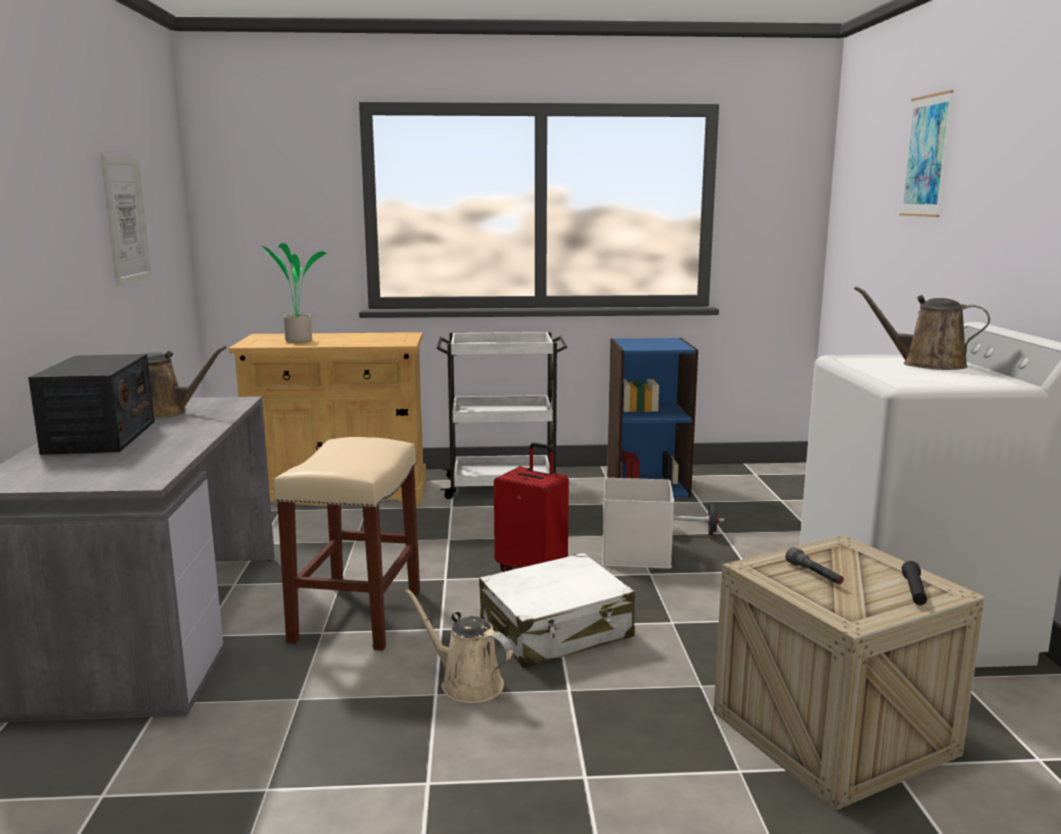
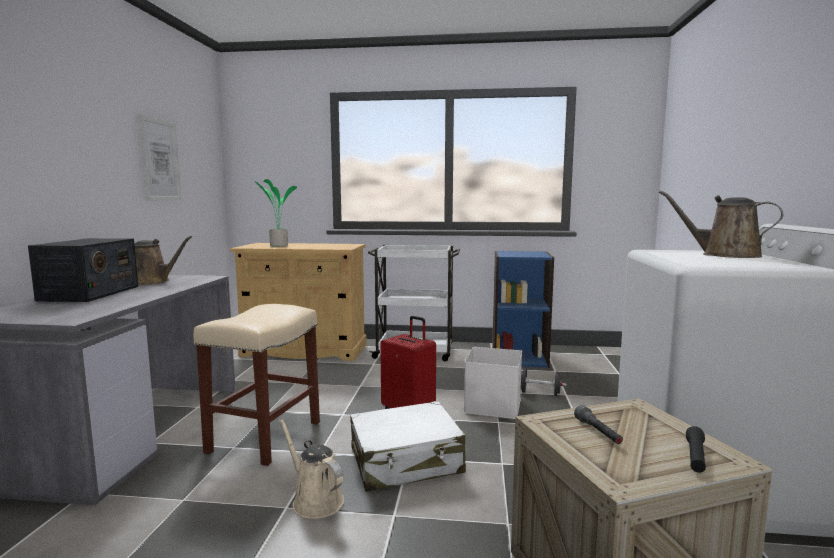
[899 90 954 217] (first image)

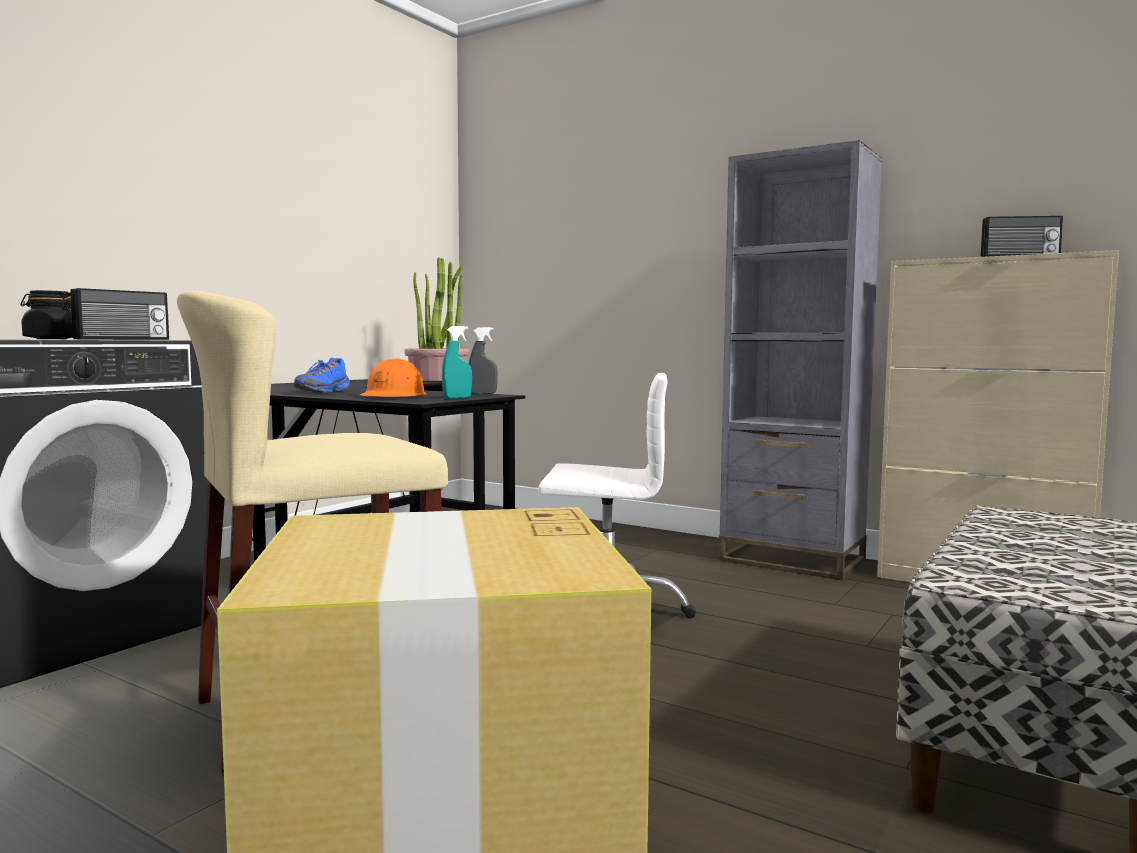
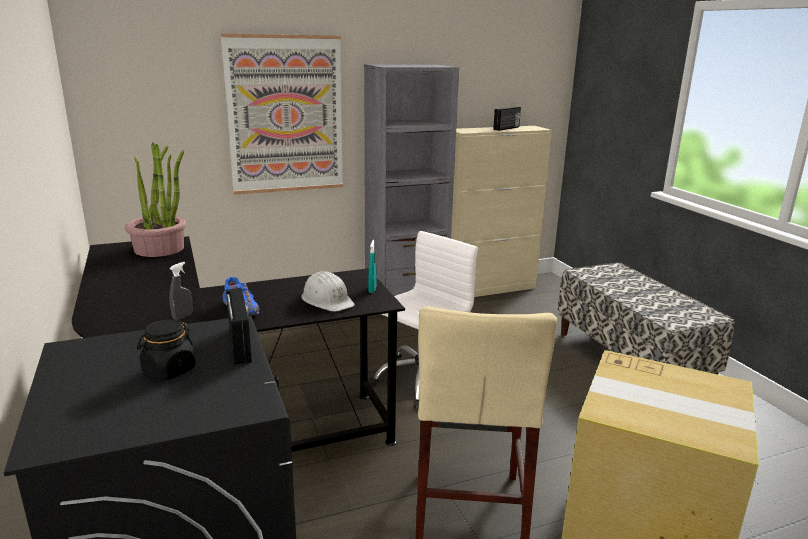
[301 272 355 312]
[169 262 193 320]
[221 34 343 195]

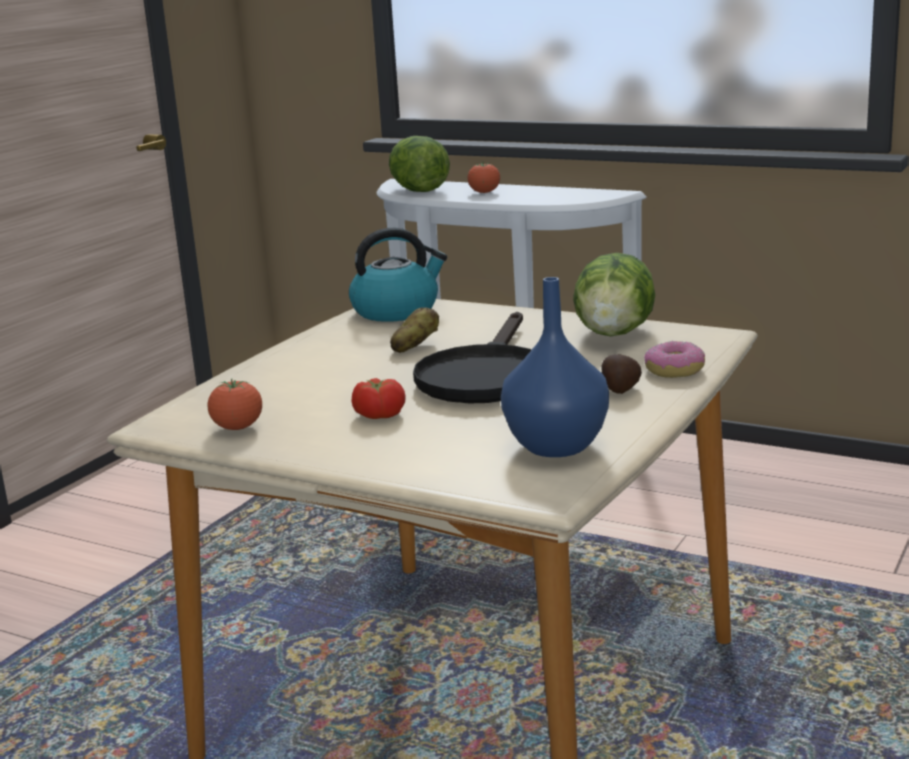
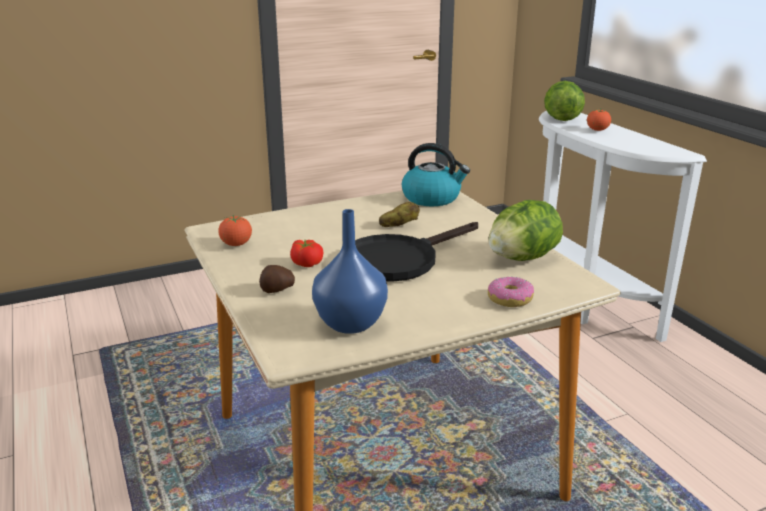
[259 265 295 293]

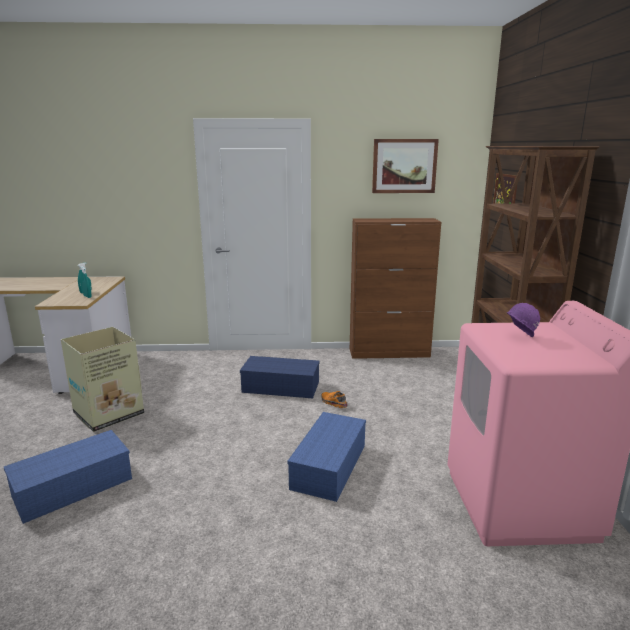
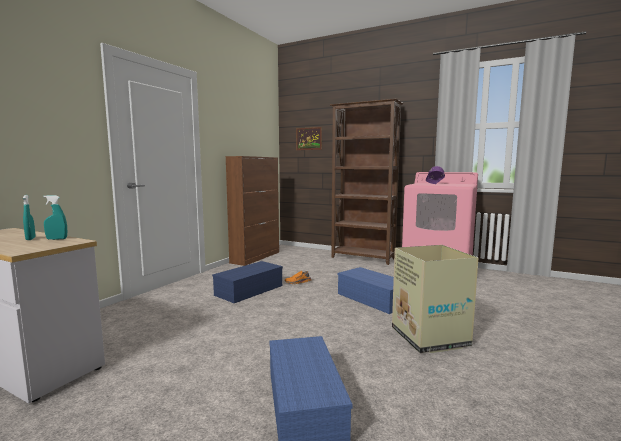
[392 245 479 353]
[372 139 439 193] (first image)

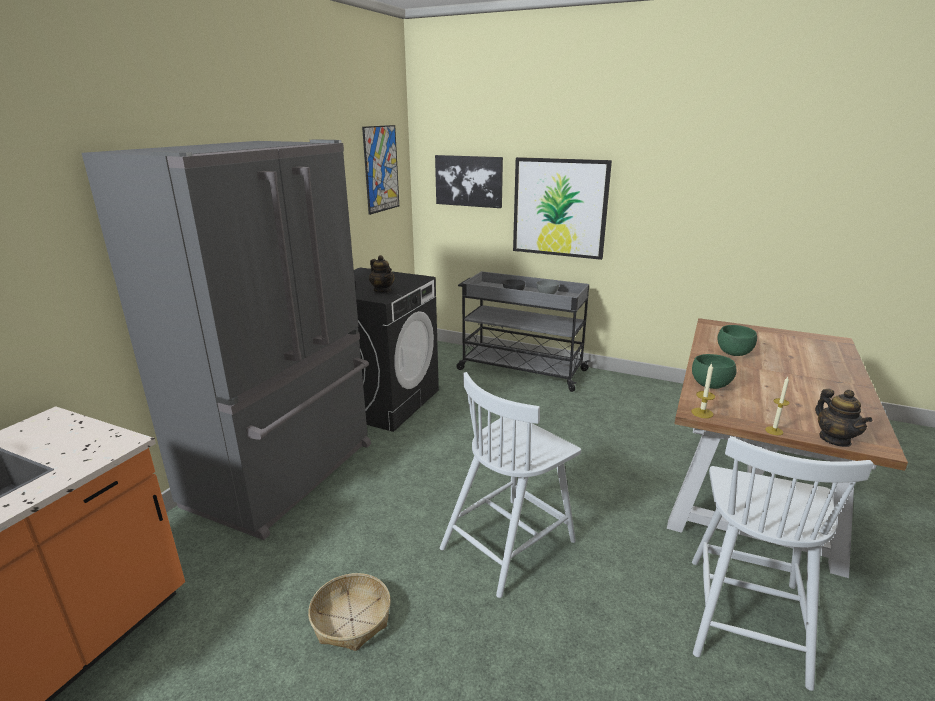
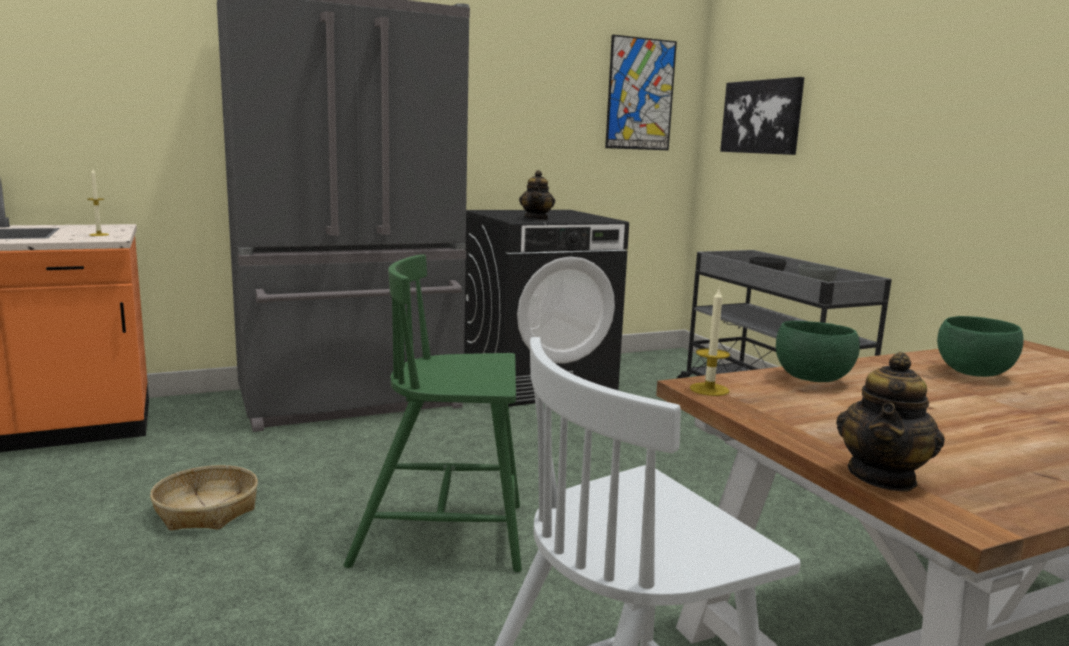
[344 254 522 572]
[513 157 612 260] (first image)
[87 169 109 236]

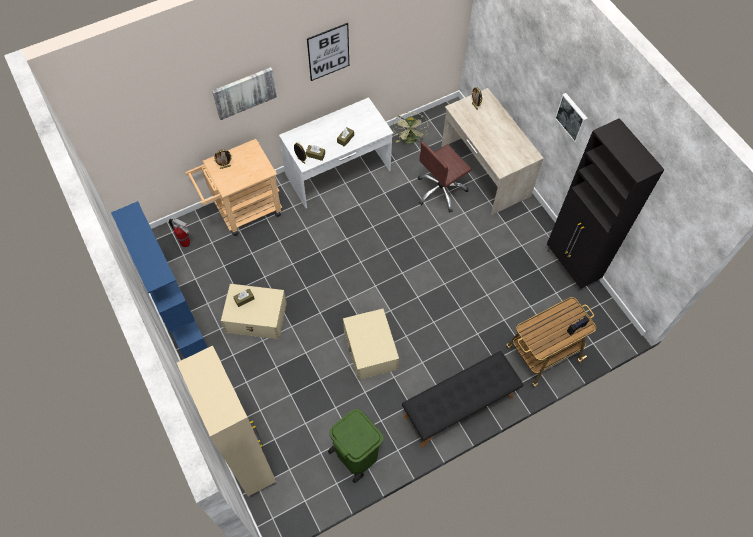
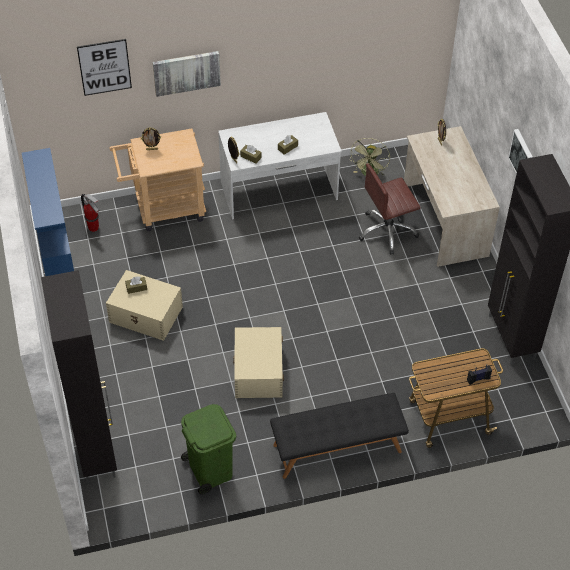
[41 270 117 483]
[77 39 132 96]

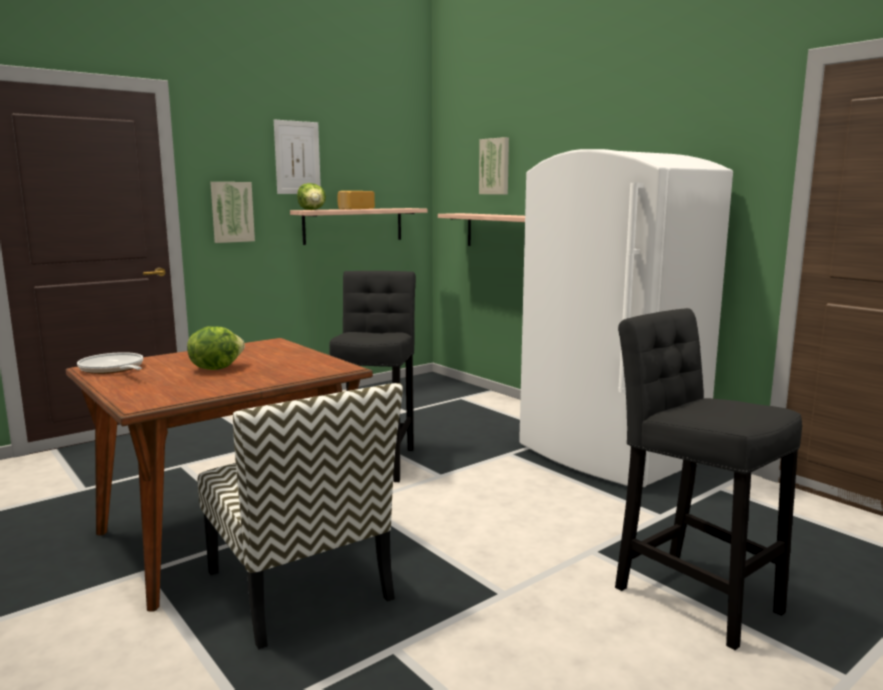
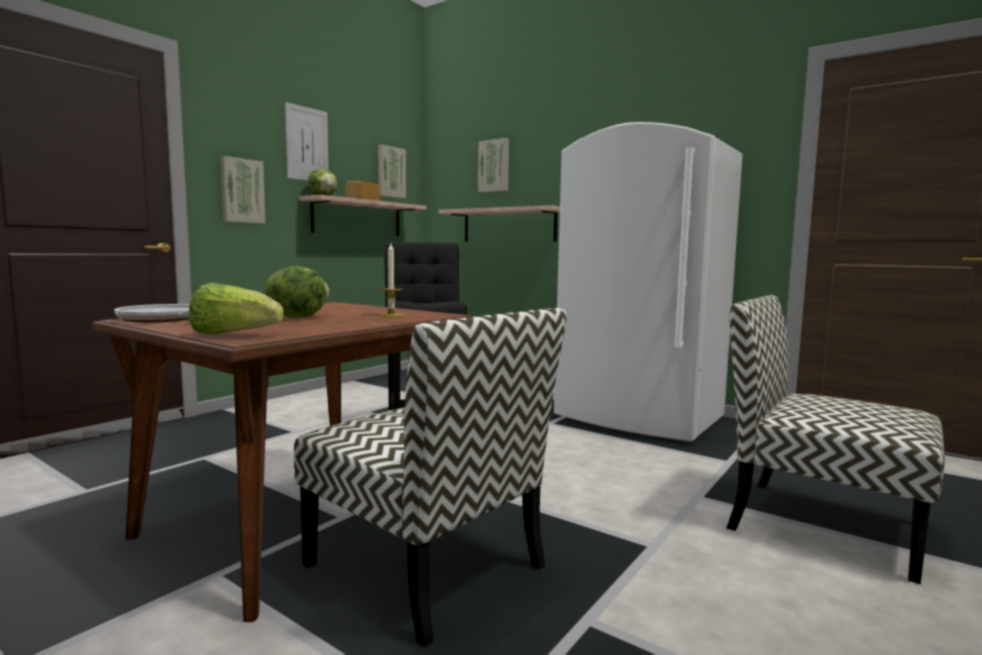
[726 295 945 584]
[189 283 284 335]
[378 144 406 199]
[378 244 405 317]

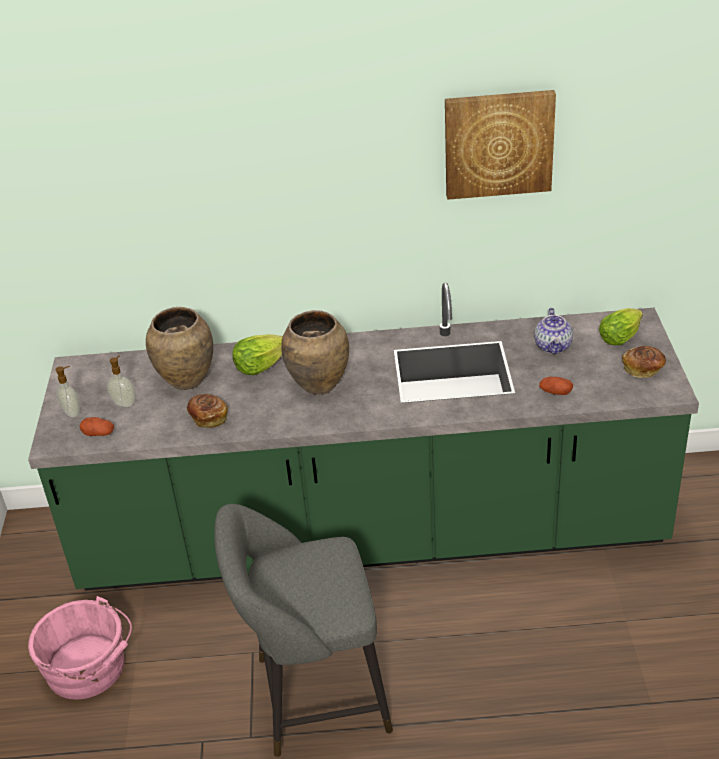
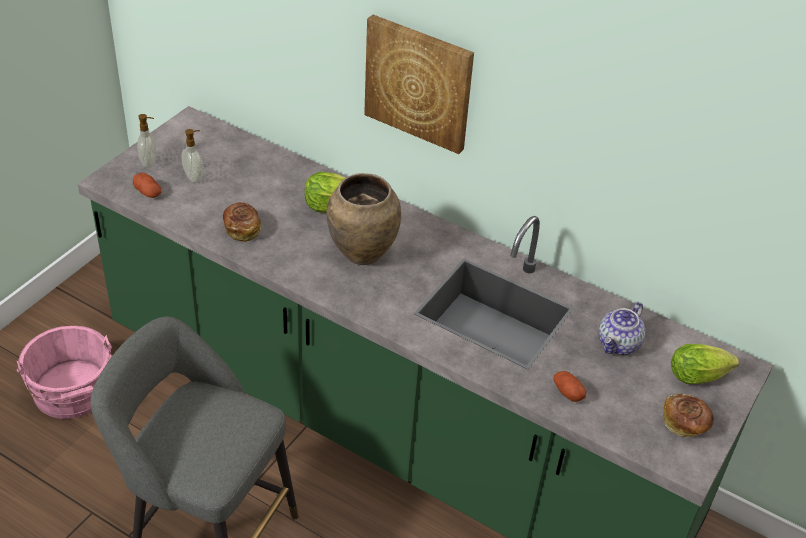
[146 307 213 390] (first image)
[364 15 474 154]

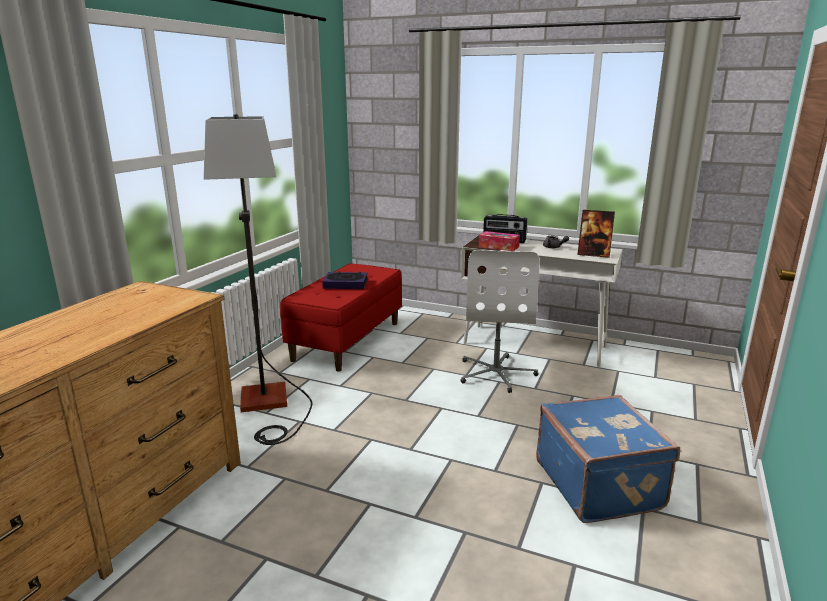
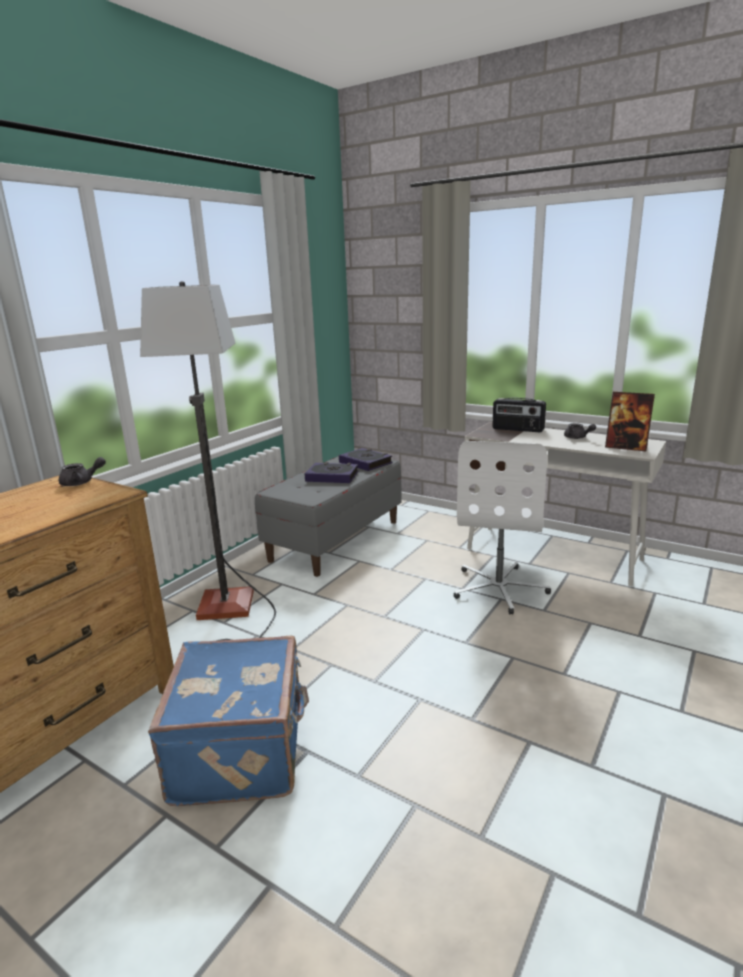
[255 456 402 577]
[479 231 520 251] (first image)
[148 636 309 806]
[59 457 106 486]
[339 448 392 471]

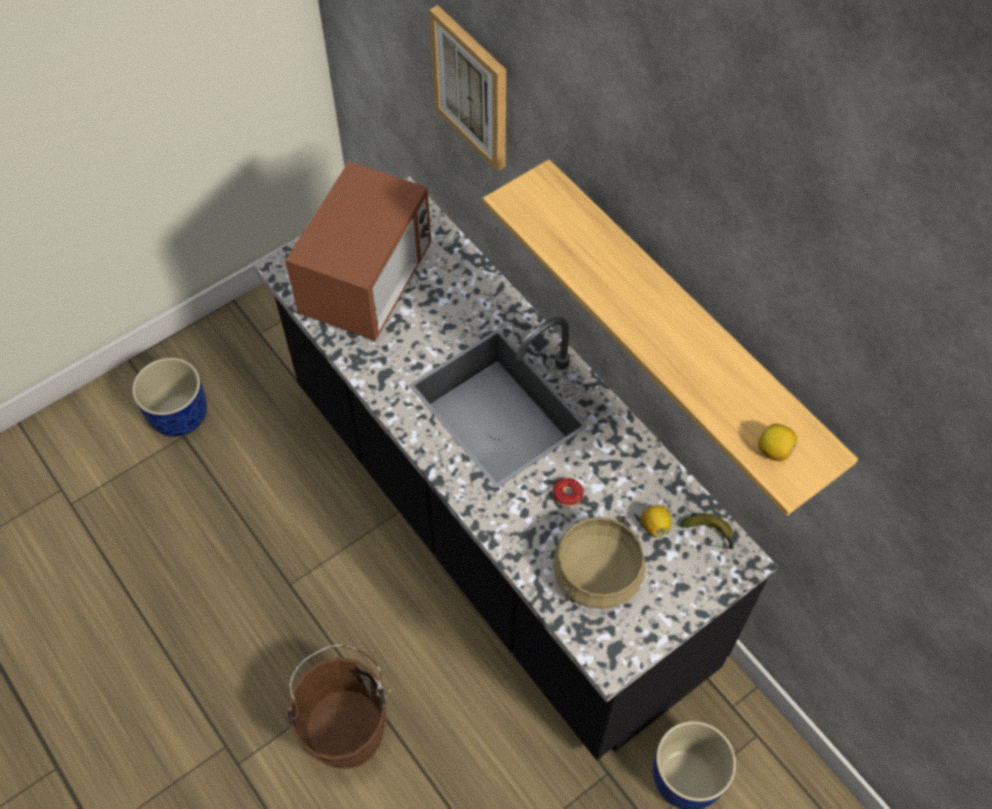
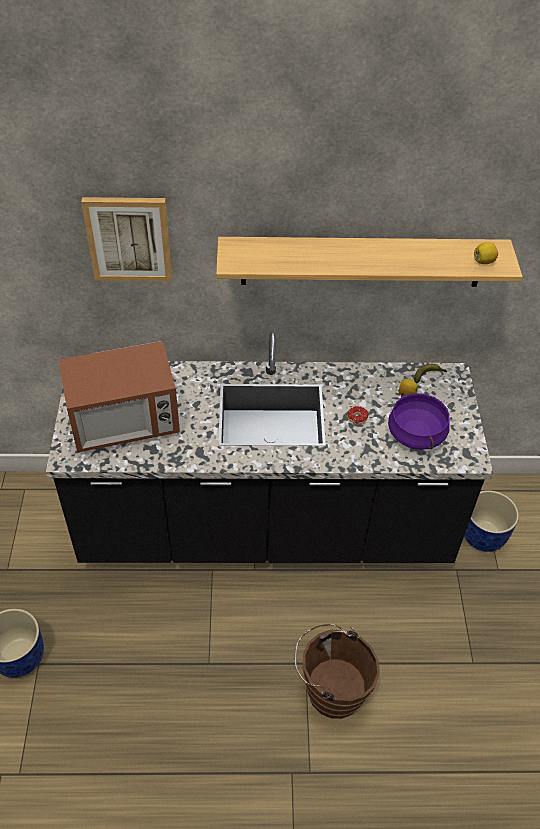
[59 341 180 453]
[388 392 450 450]

